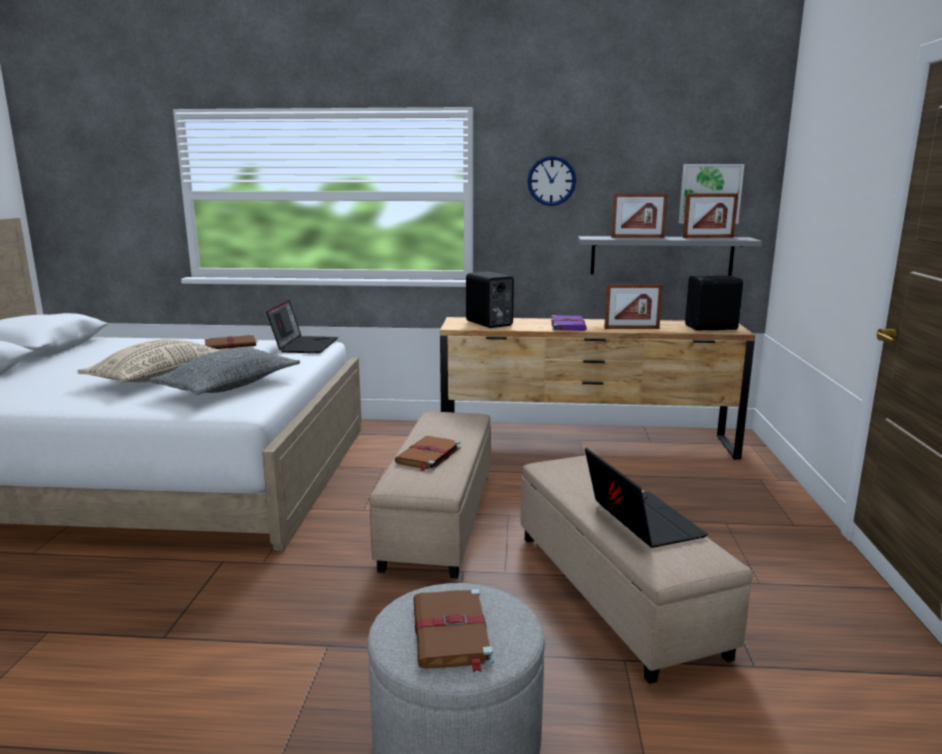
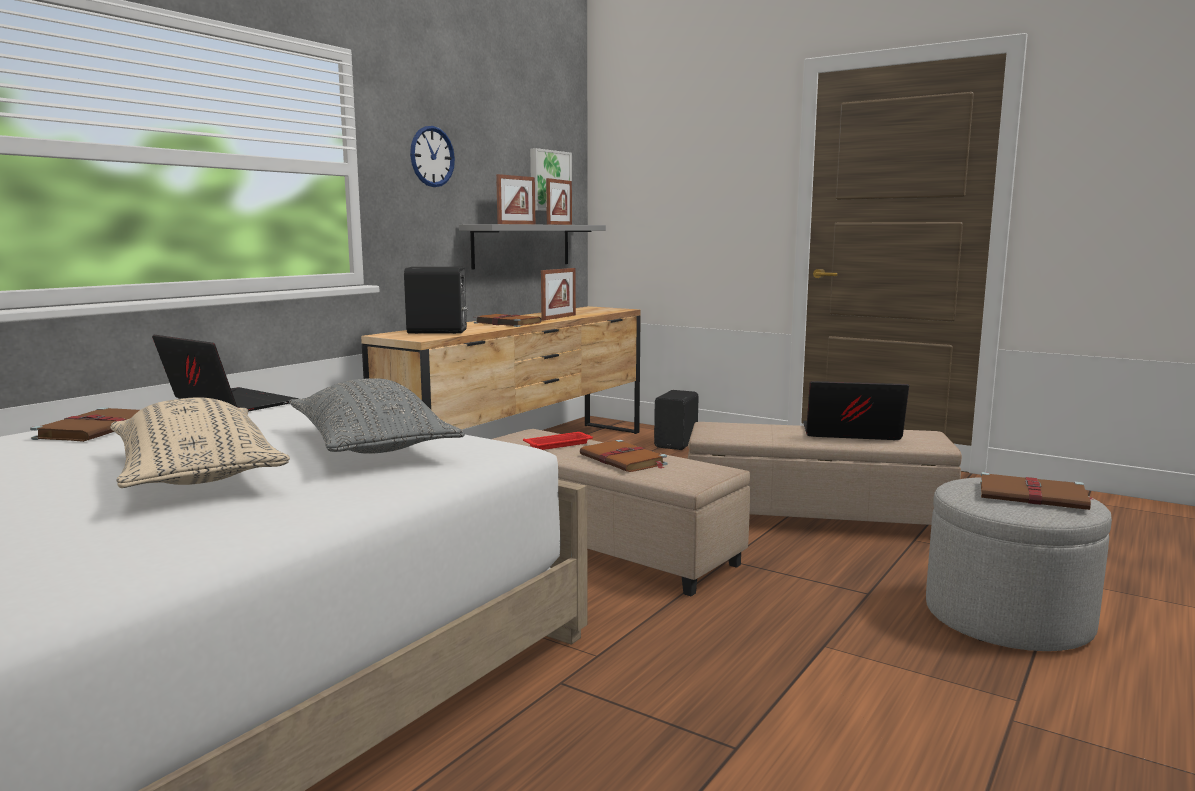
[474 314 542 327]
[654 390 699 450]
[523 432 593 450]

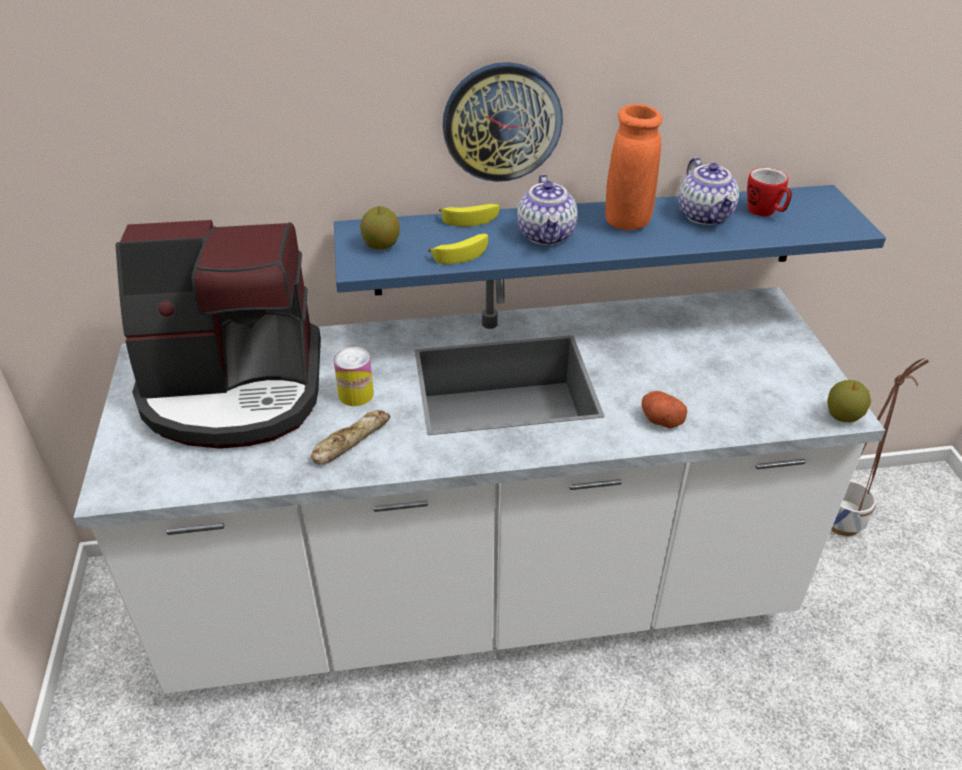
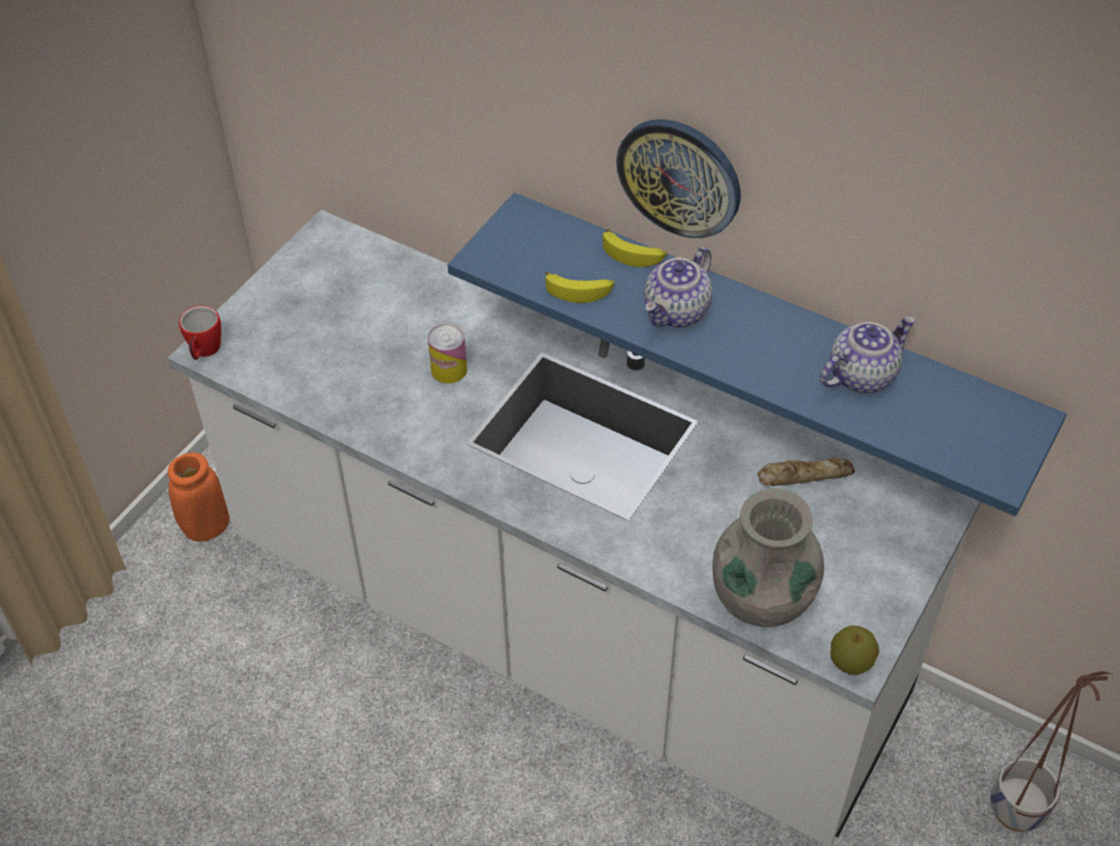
[115 220 321 449] (first image)
[757 458 855 486]
[360 206 400 250] (first image)
[168 453 230 542]
[642 391 687 428] (first image)
[820 316 916 393]
[179 306 221 360]
[712 488 824 627]

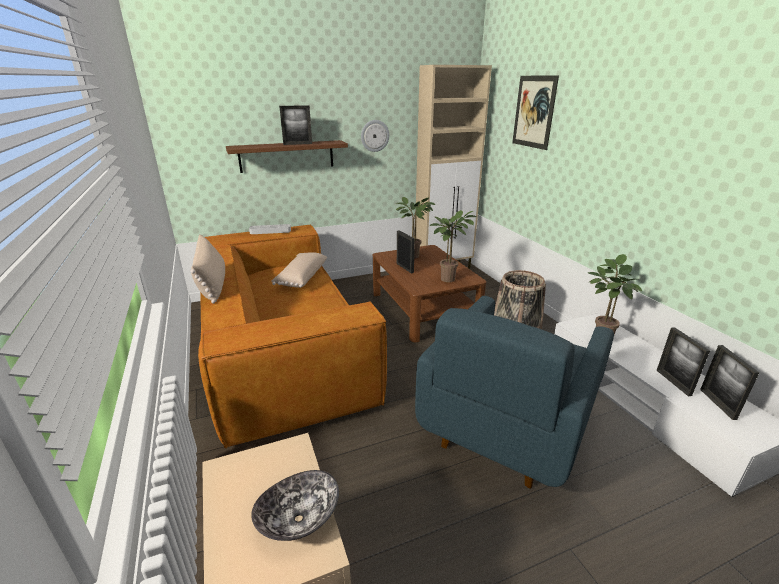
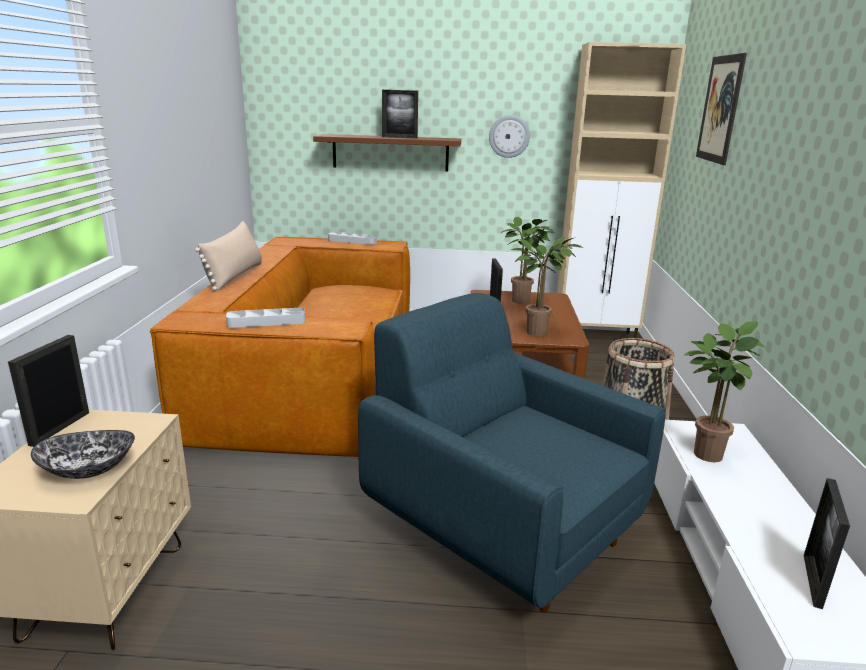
[272 252 327 288] (first image)
[358 293 665 612]
[8 335 89 447]
[226 308 305 328]

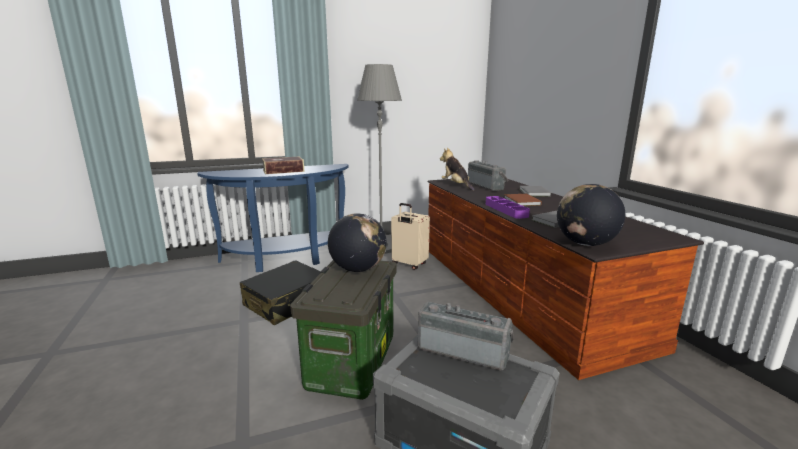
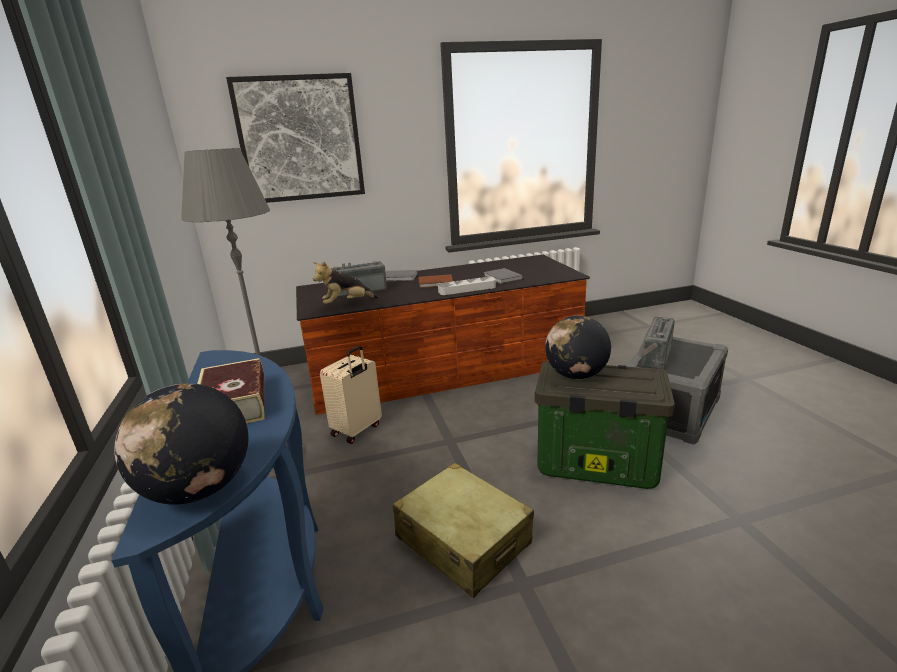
[393 463 534 598]
[438 277 496 295]
[114 383 248 505]
[226 73 365 203]

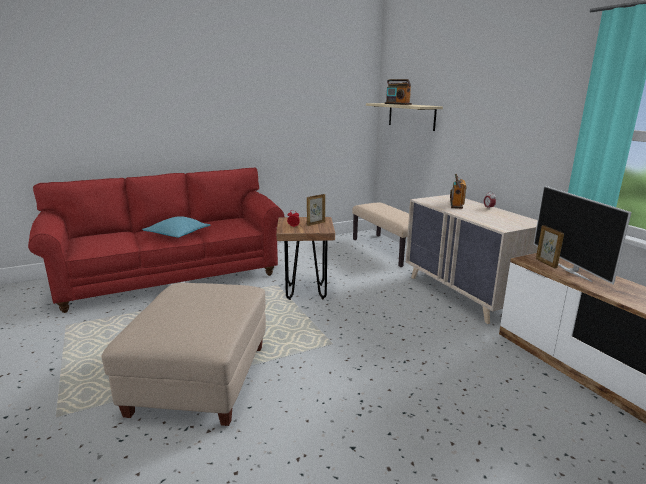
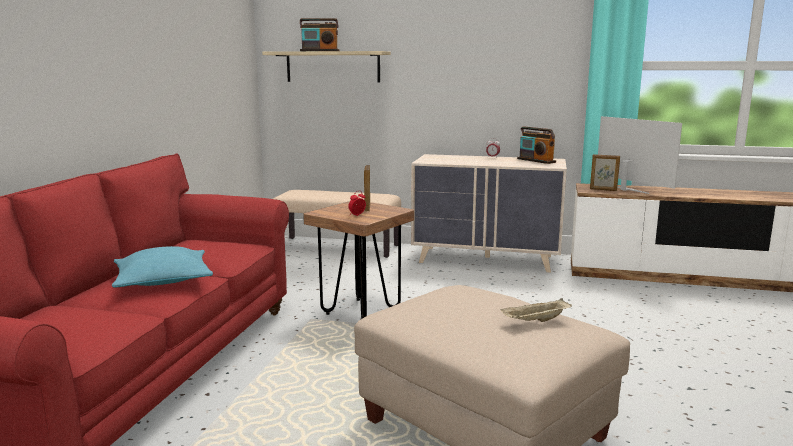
[517 126 556 164]
[598 116 682 194]
[501 298 572 322]

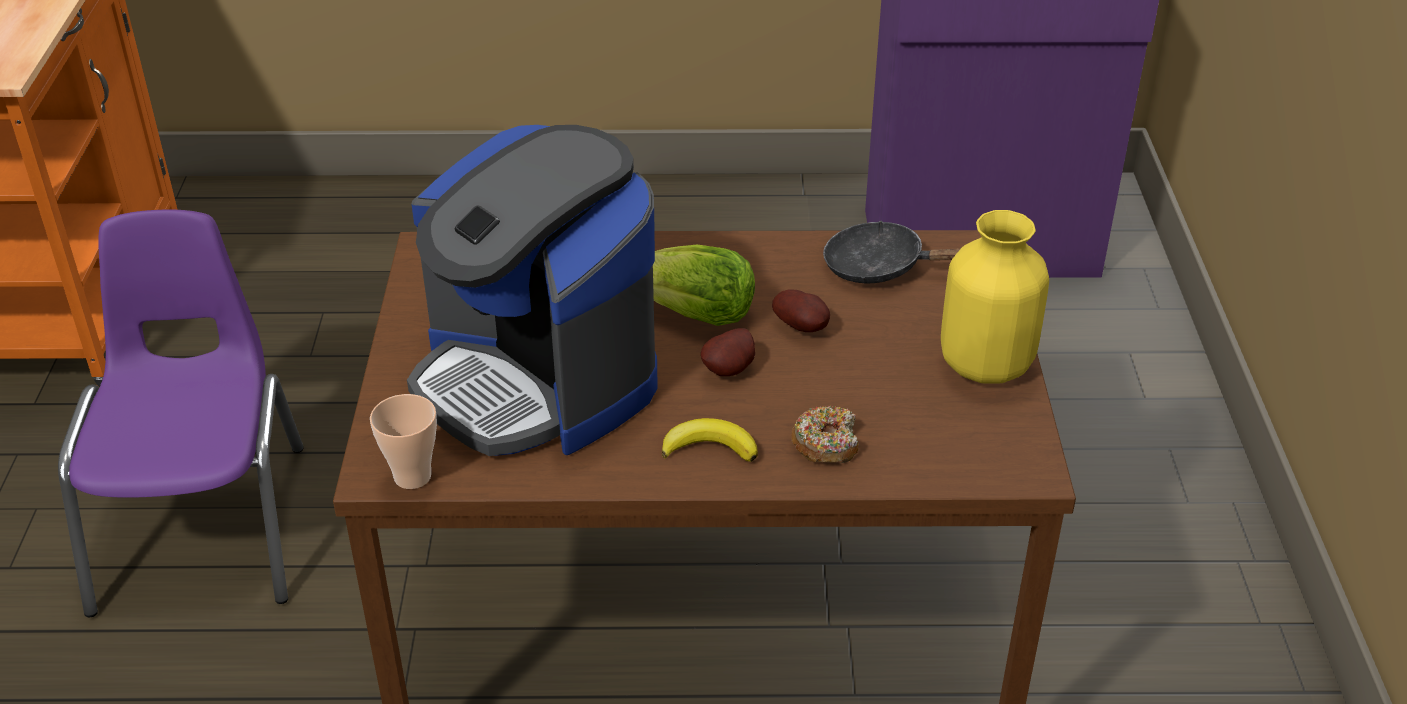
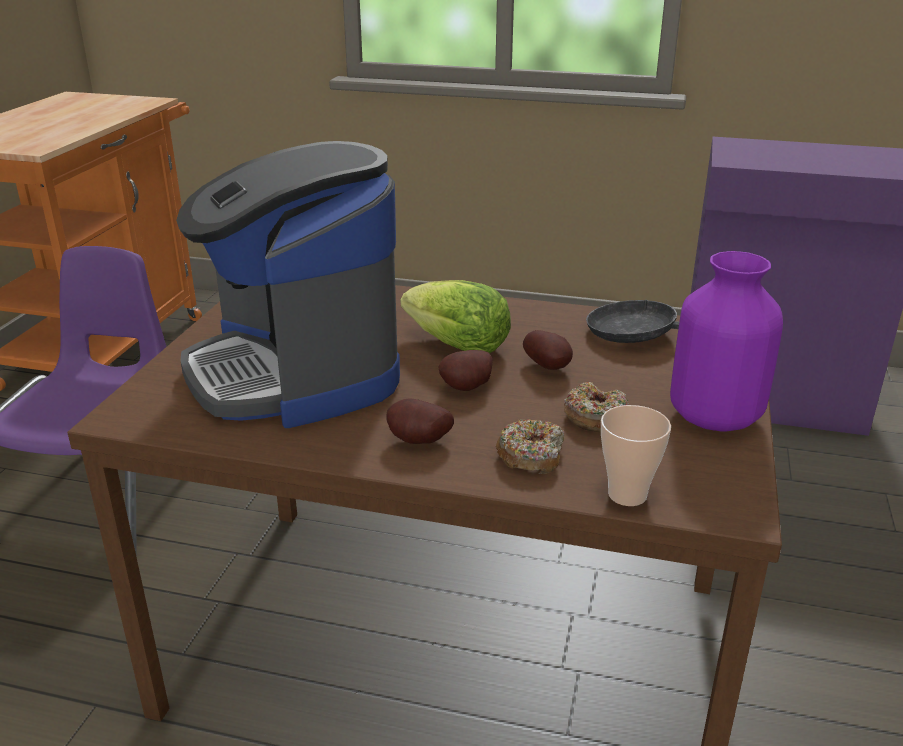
[601 405 671 506]
[386 398 454 444]
[670 251 783 432]
[564 382 629 432]

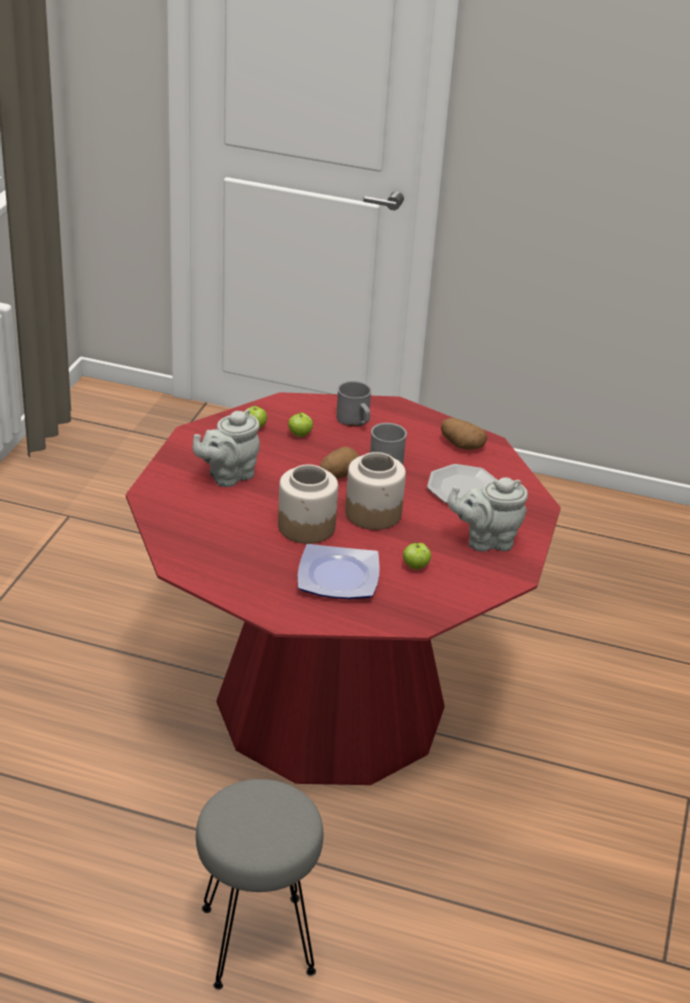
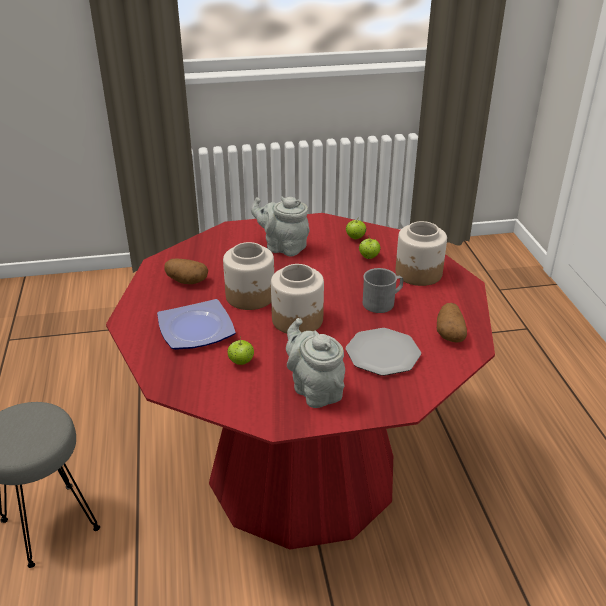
[165 259 208 284]
[395 221 447 286]

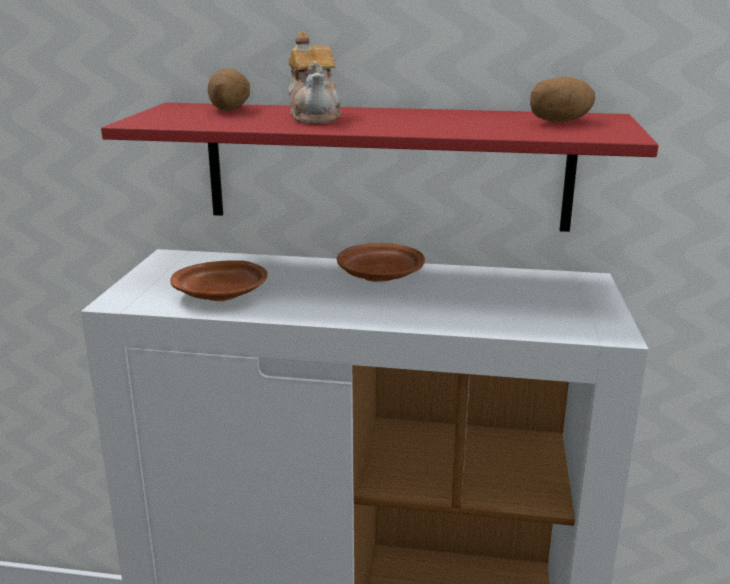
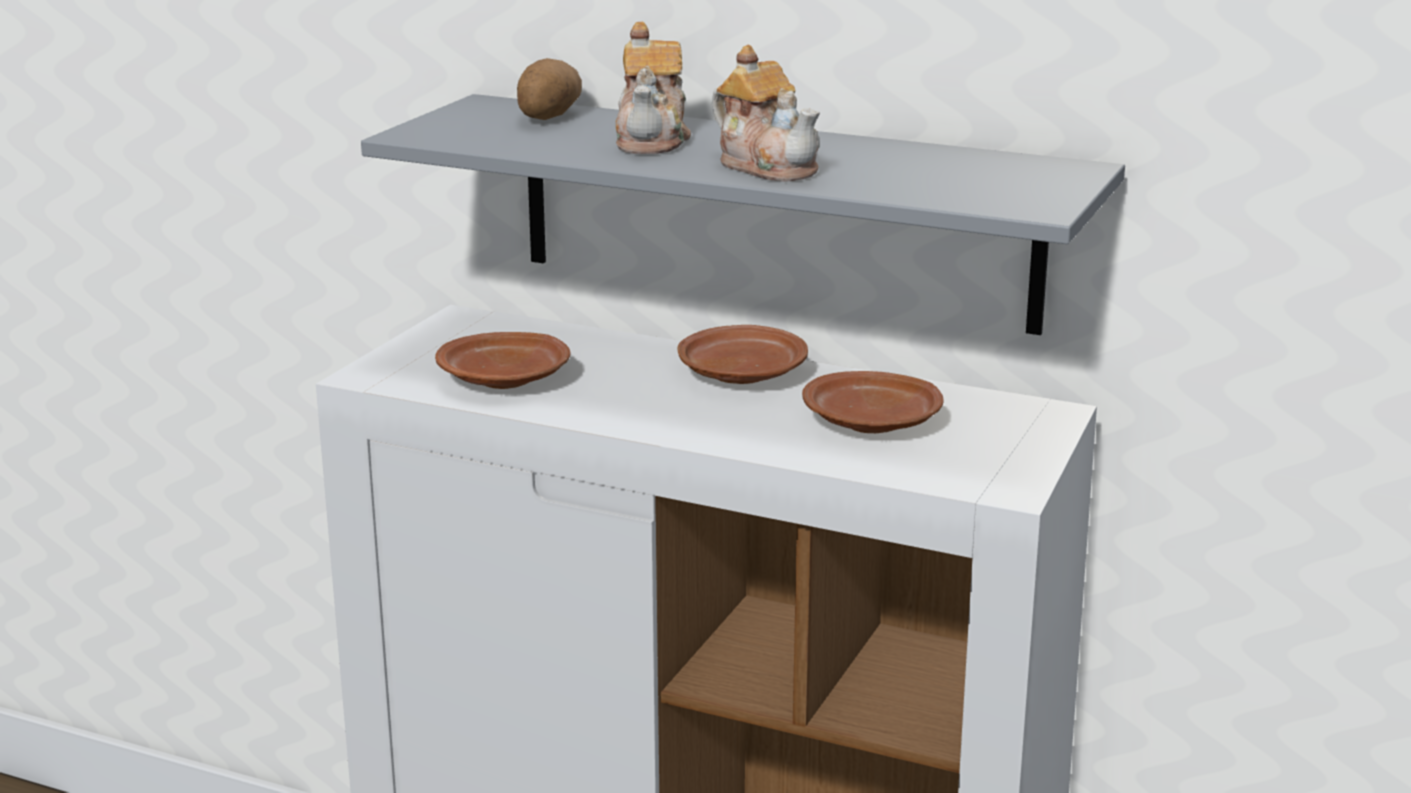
[361 94 1125 335]
[530 77 595 123] (first image)
[712 45 820 182]
[802 371 943 433]

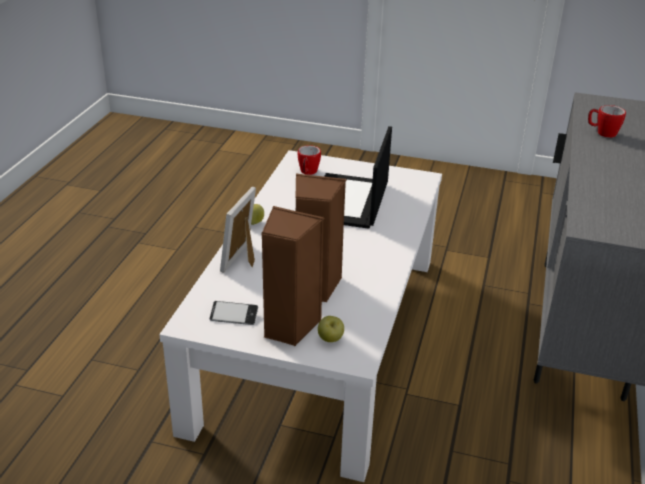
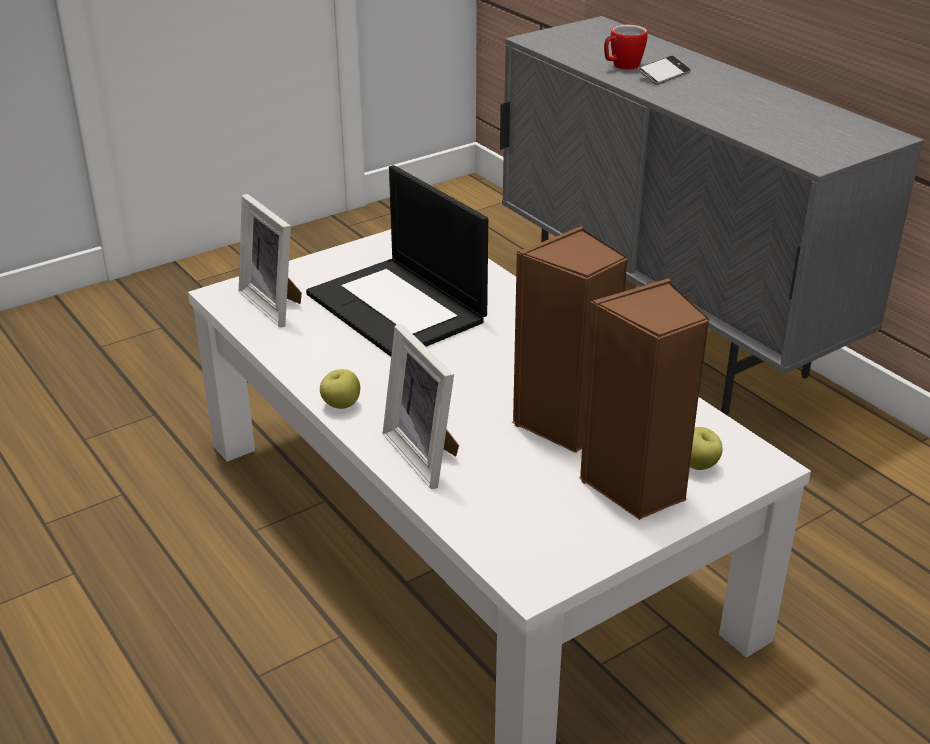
[638 56 691 85]
[239 194 302 327]

